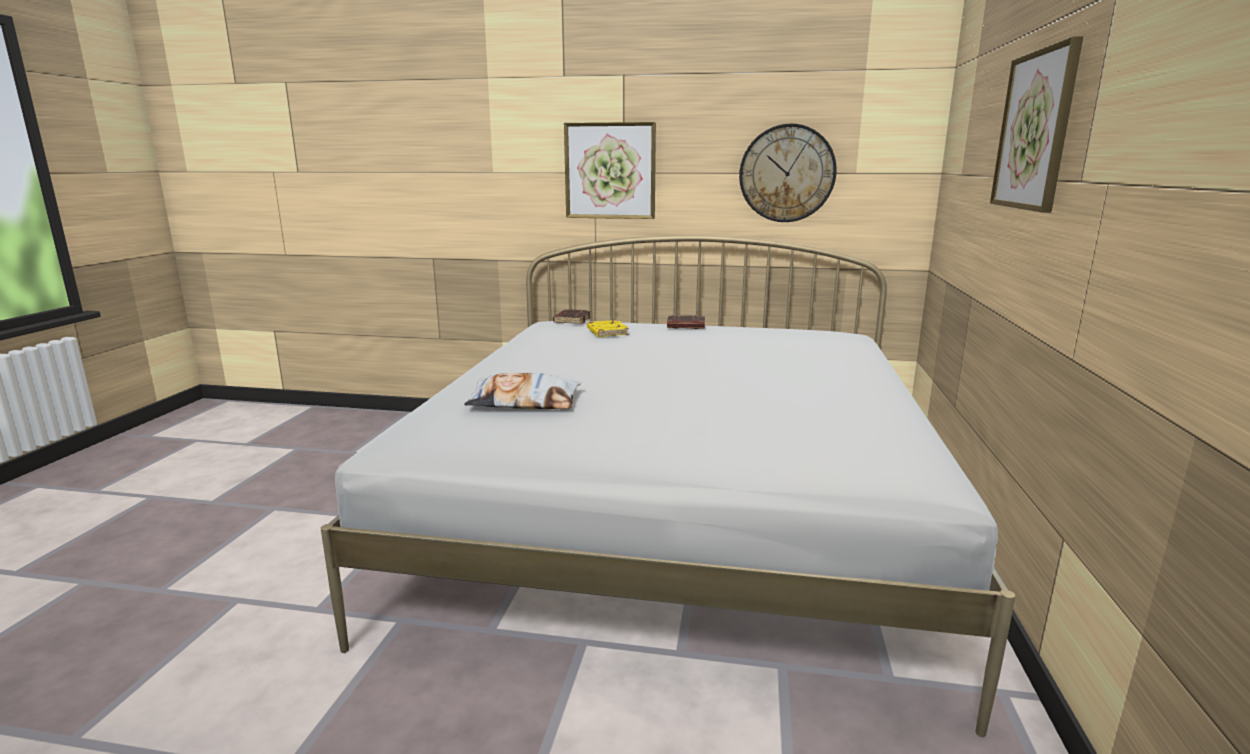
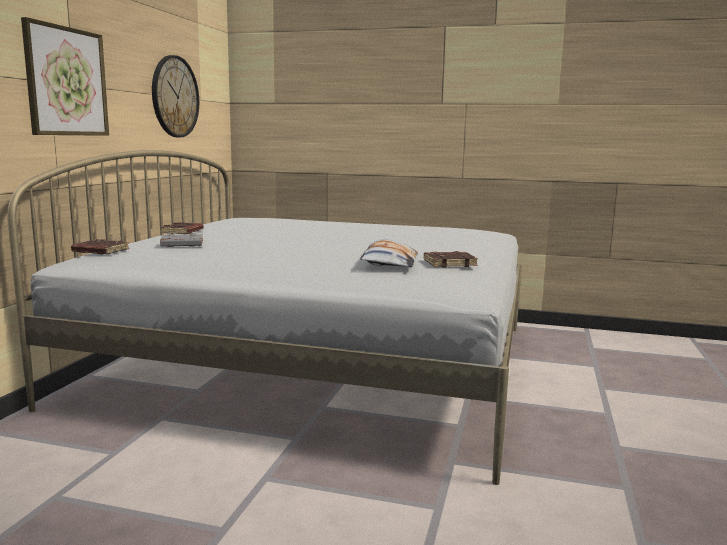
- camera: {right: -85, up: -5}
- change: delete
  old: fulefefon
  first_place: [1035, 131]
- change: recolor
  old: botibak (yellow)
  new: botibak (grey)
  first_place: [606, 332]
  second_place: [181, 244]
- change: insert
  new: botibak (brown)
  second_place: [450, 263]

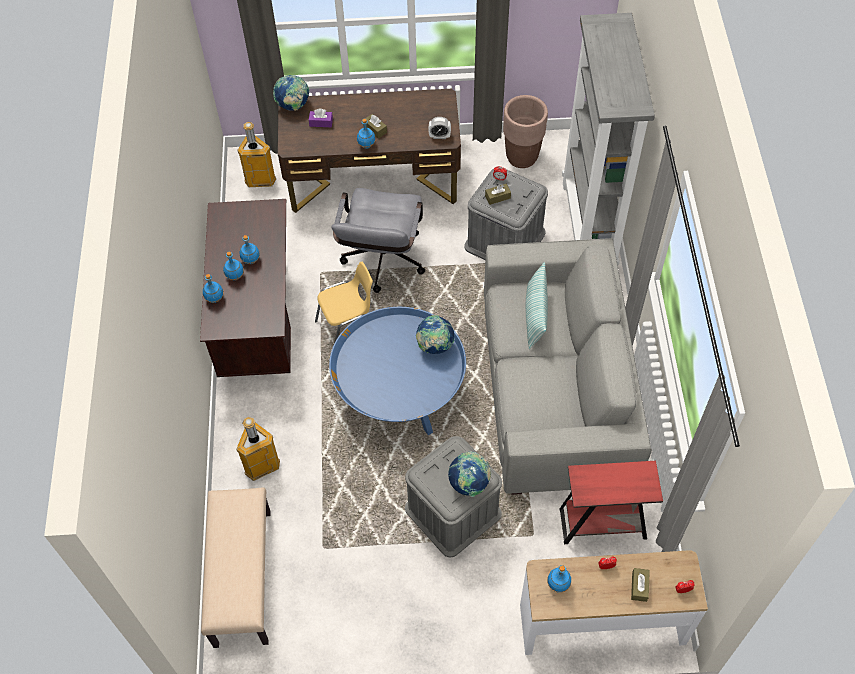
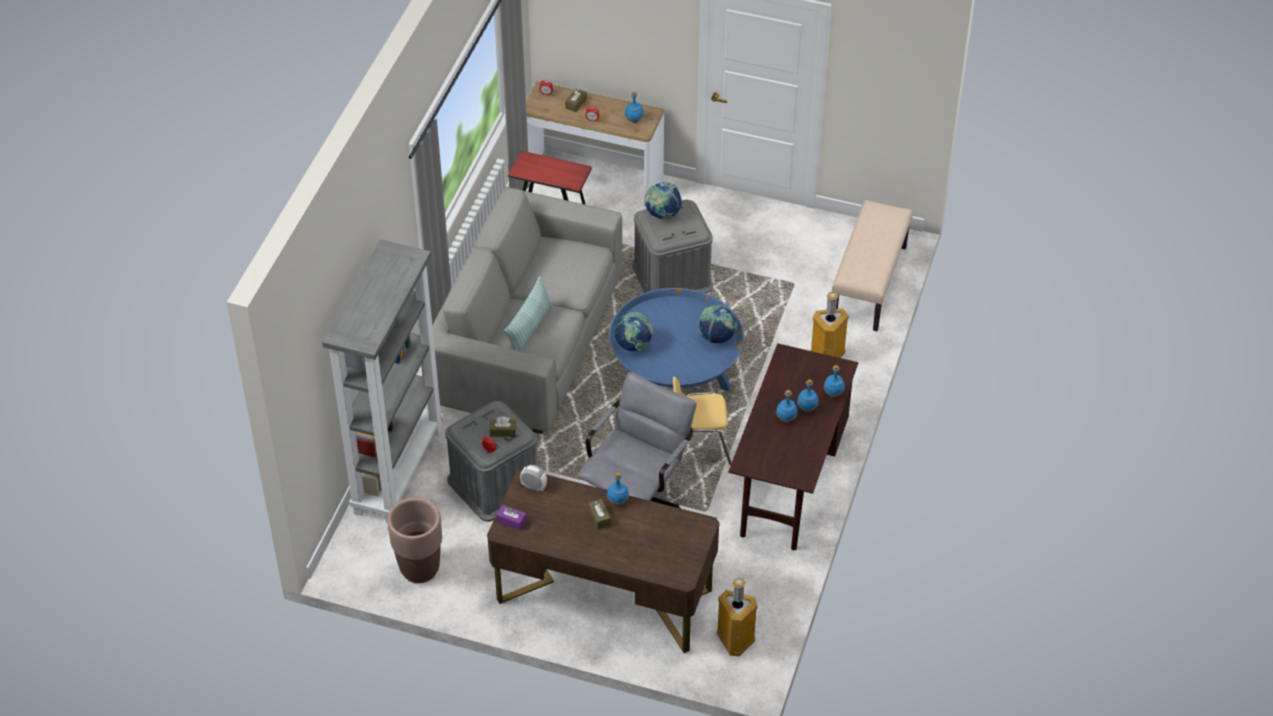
- camera: {right: -160, up: -10}
- change: move
  old: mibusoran
  first_place: [293, 106]
  second_place: [717, 338]
- change: move
  old: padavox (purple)
  first_place: [321, 122]
  second_place: [511, 521]

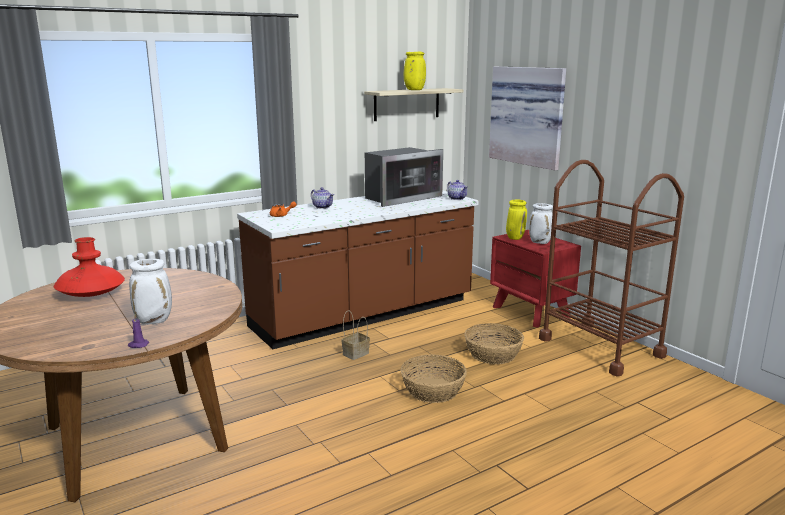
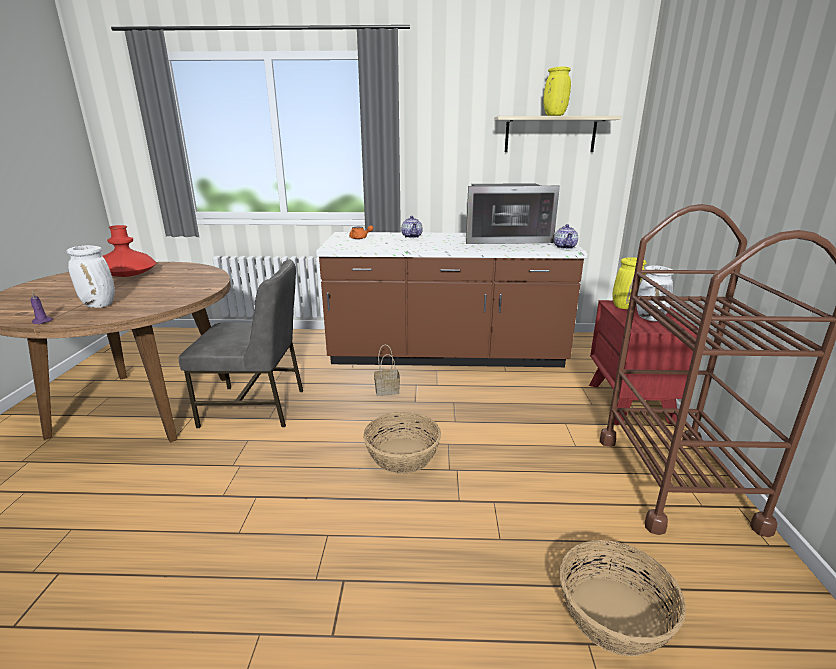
- camera: {right: 35, up: 5}
- change: delete
  old: fulefefon
  first_place: [528, 116]
- change: move
  old: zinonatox
  first_place: [493, 354]
  second_place: [613, 615]
- change: insert
  new: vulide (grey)
  second_place: [255, 407]

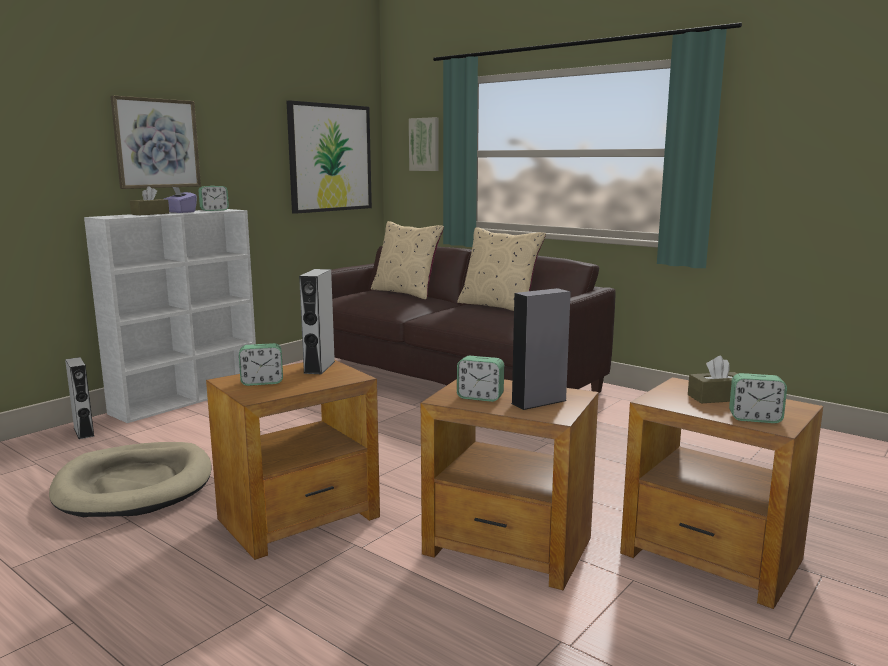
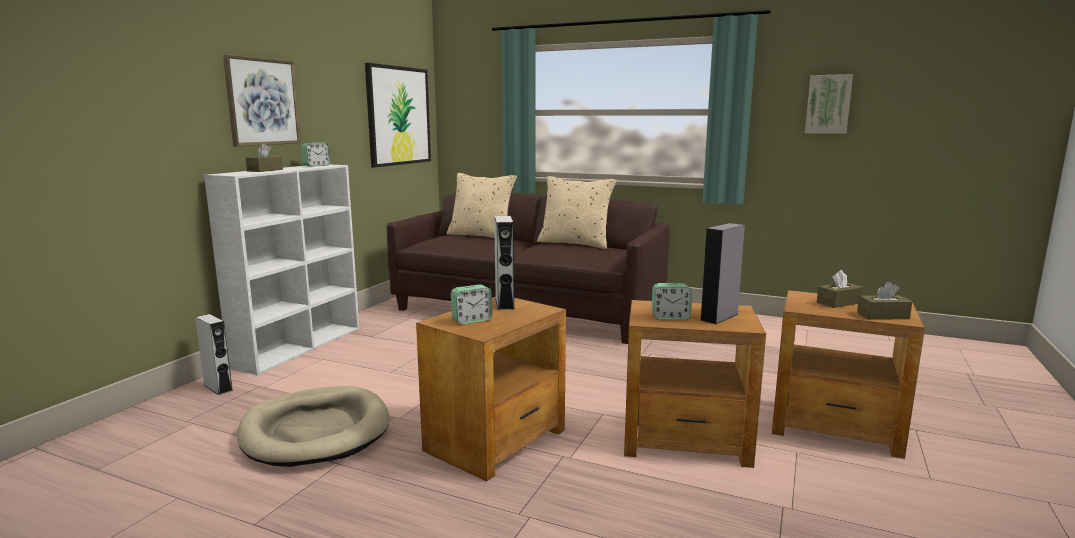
- camera: {right: -15, up: 0}
- change: move
  old: fulefefon
  first_place: [425, 144]
  second_place: [828, 104]
- change: delete
  old: padavox (purple)
  first_place: [180, 212]
- change: replace
  old: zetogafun
  new: padavox (brown)
  first_place: [755, 418]
  second_place: [882, 316]

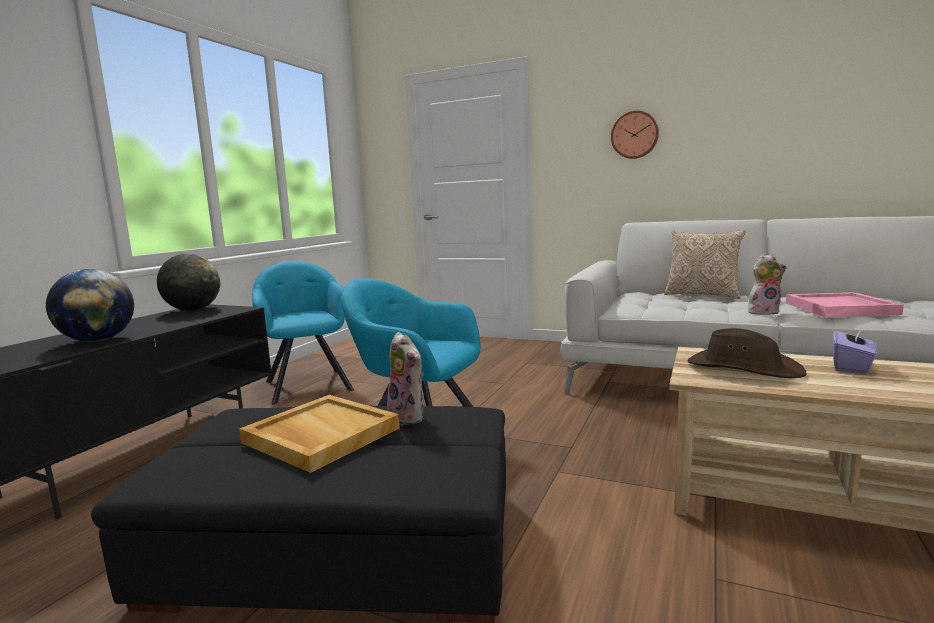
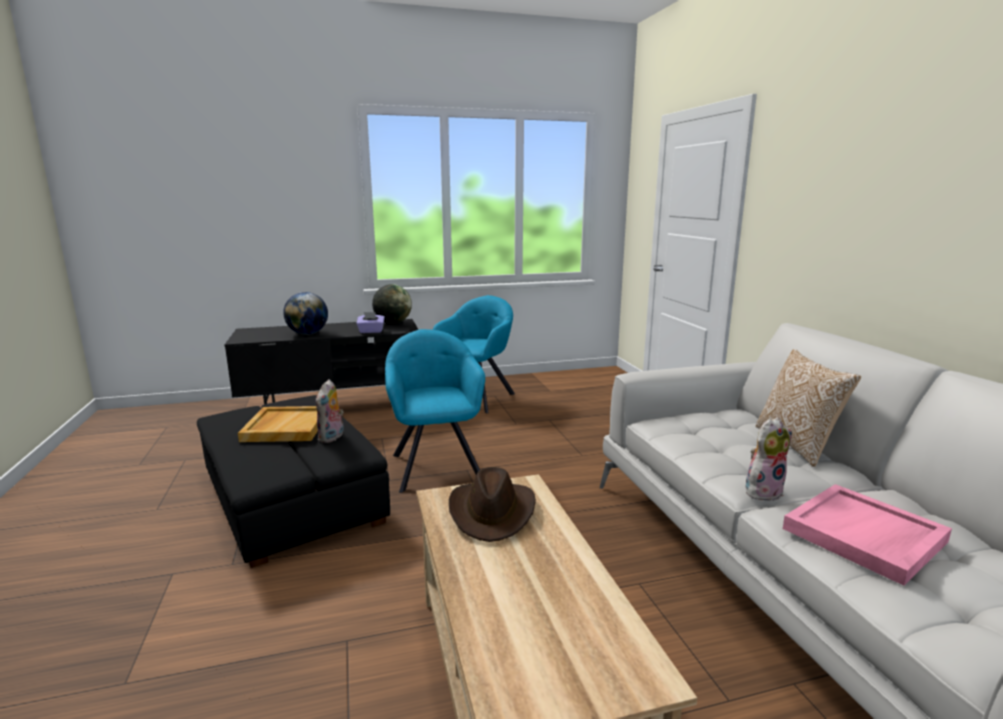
- camera: {right: 50, up: 5}
- change: delete
  old: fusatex
  first_place: [634, 135]
- change: rotate
  old: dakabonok
  first_place: [763, 312]
  second_place: [763, 491]
  degrees: -75
- change: move
  old: padavox (purple)
  first_place: [851, 366]
  second_place: [371, 331]

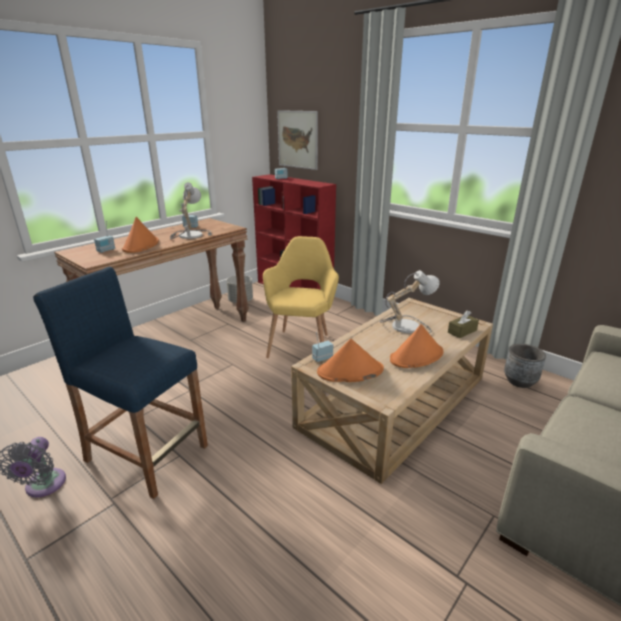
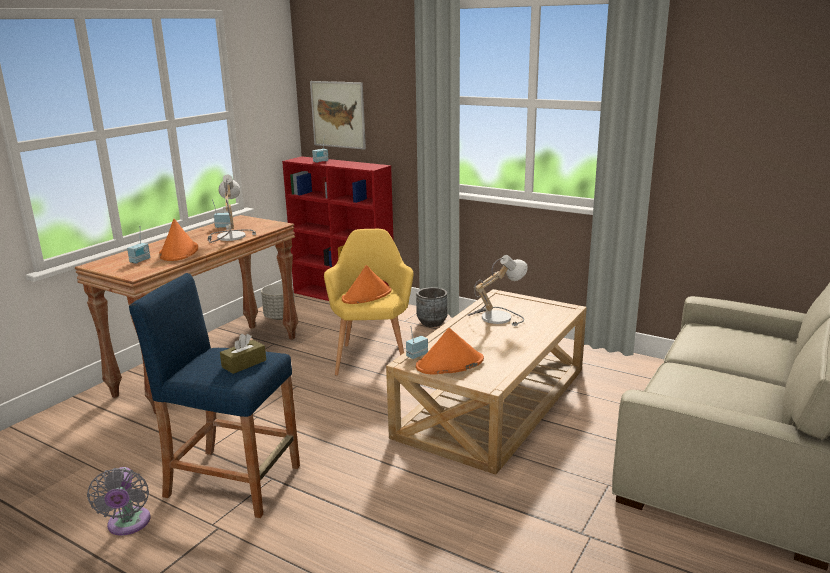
- camera: {right: -10, up: -5}
- change: move
  old: padavox (brown)
  first_place: [462, 331]
  second_place: [244, 364]
- change: move
  old: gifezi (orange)
  first_place: [416, 356]
  second_place: [367, 296]
- change: move
  old: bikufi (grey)
  first_place: [520, 381]
  second_place: [432, 322]

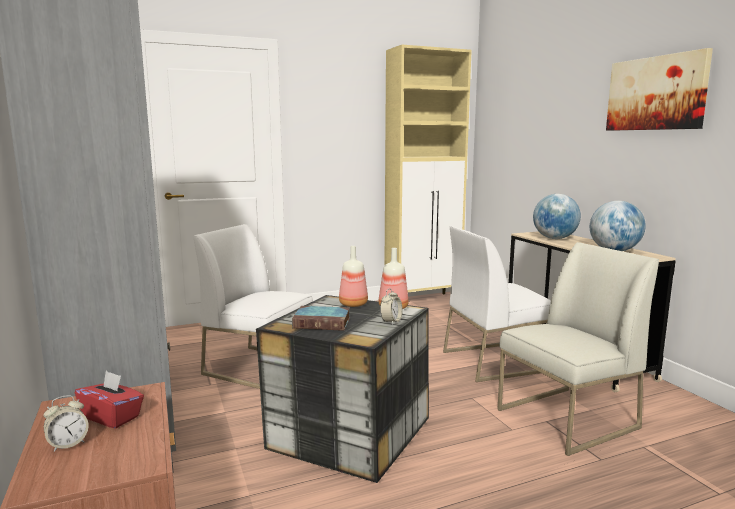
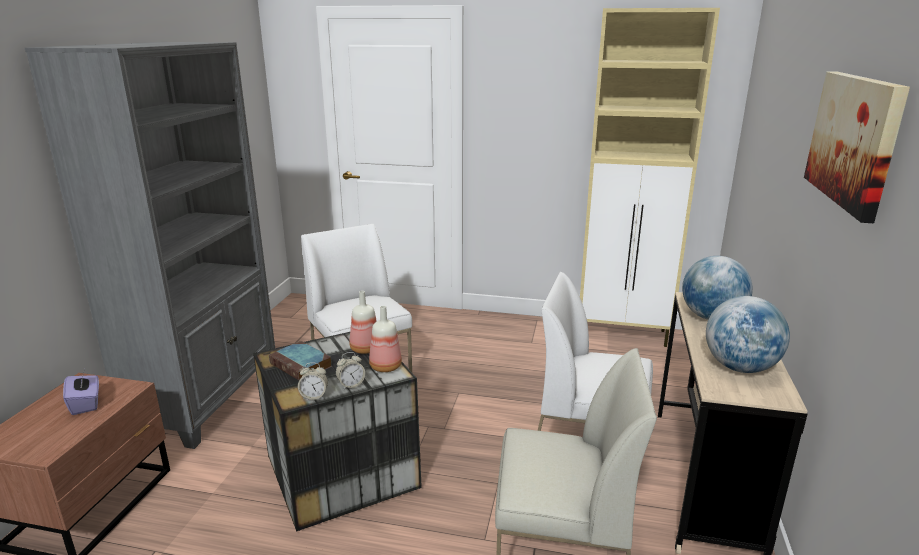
- camera: {right: 35, up: 10}
- change: recolor
  old: padavox (red)
  new: padavox (purple)
  first_place: [112, 417]
  second_place: [86, 404]
- change: move
  old: zetogafun
  first_place: [68, 444]
  second_place: [314, 396]

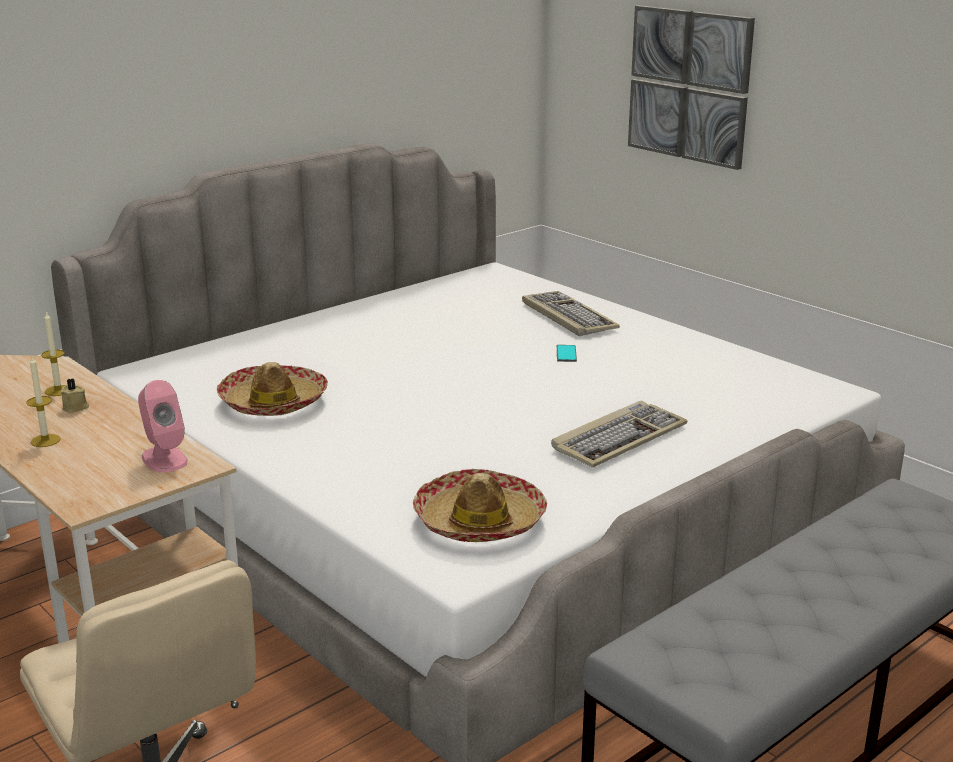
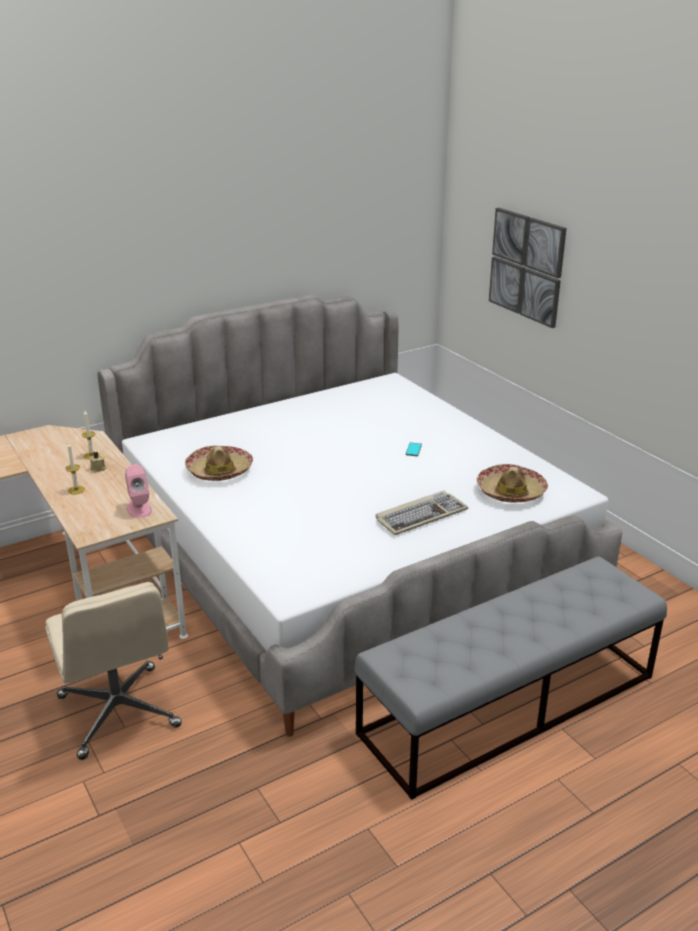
- camera: {right: 10, up: 5}
- change: delete
  old: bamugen
  first_place: [567, 316]
- change: move
  old: gifezi
  first_place: [480, 521]
  second_place: [511, 492]

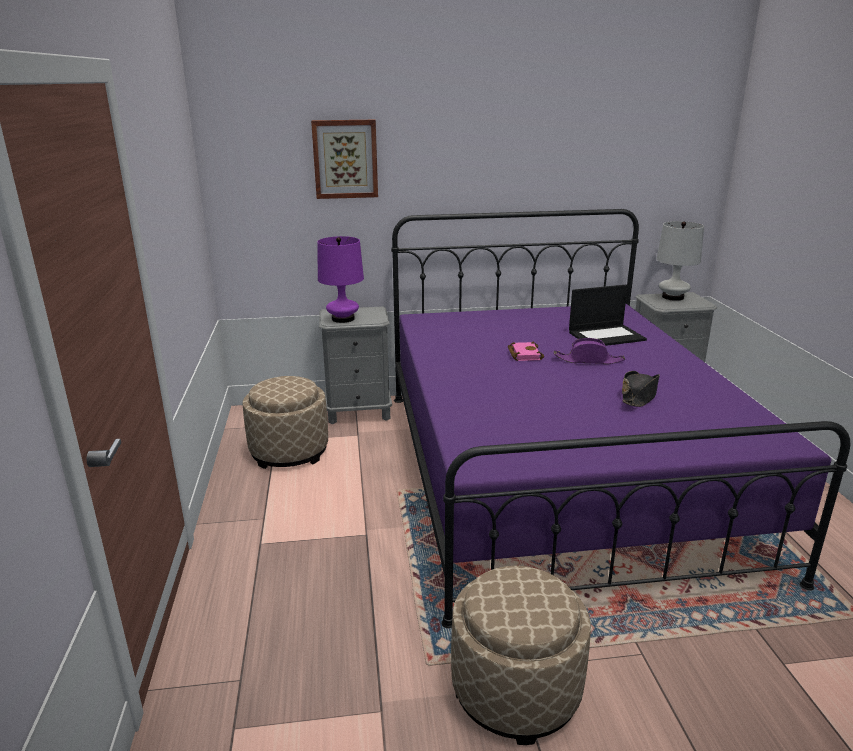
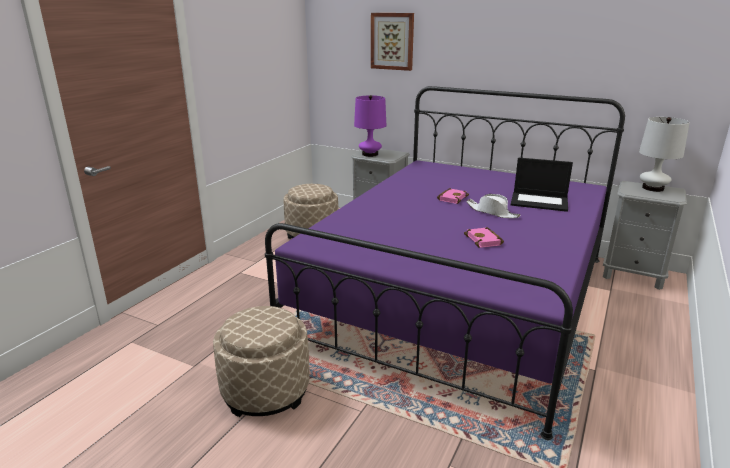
- camera: {right: 35, up: 0}
- change: recolor
  old: gifezi (purple)
  new: gifezi (white)
  first_place: [588, 360]
  second_place: [492, 212]
- change: replace
  old: gifezi (black)
  new: botibak (pink)
  first_place: [639, 396]
  second_place: [485, 240]

